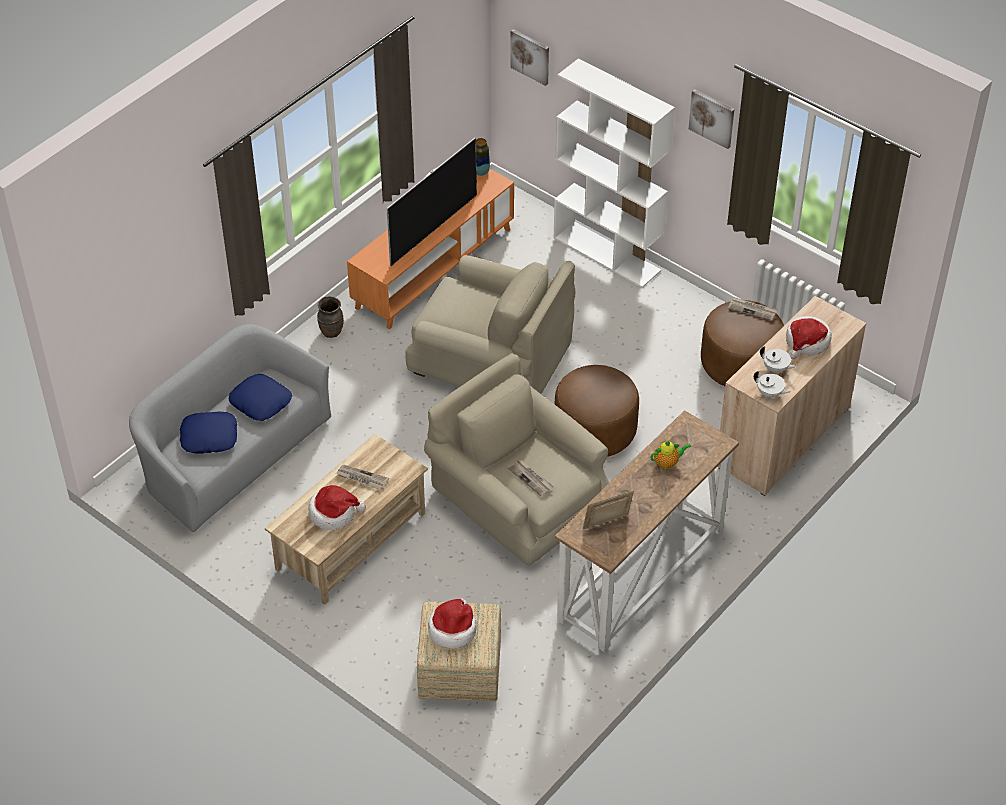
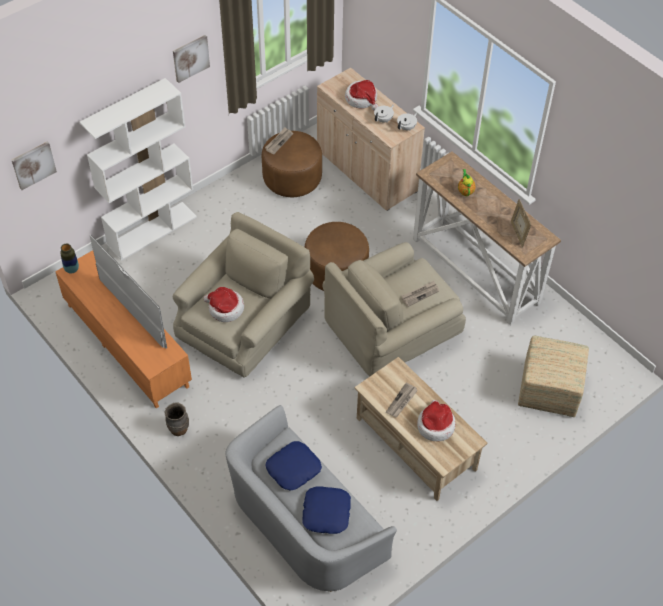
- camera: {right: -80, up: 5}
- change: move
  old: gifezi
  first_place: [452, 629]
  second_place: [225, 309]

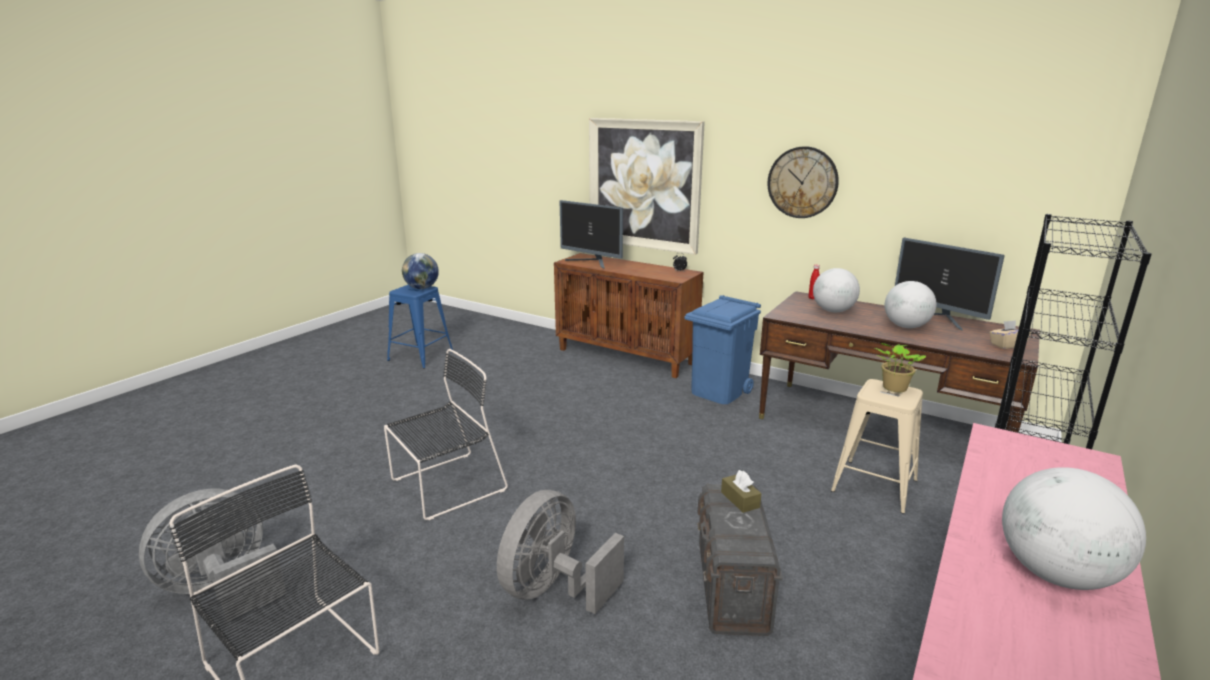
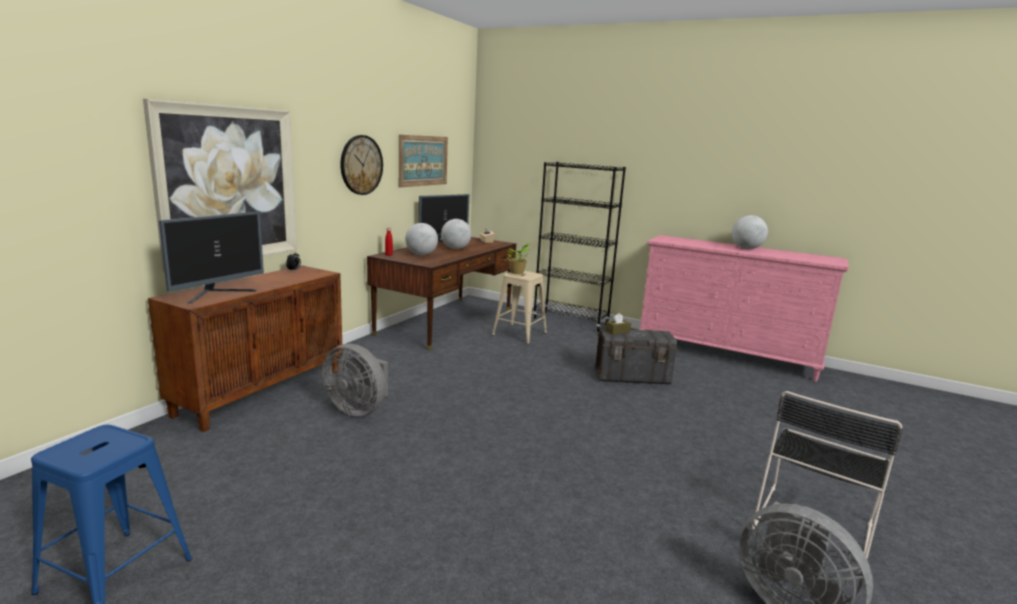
- camera: {right: -95, up: -5}
- change: delete
  old: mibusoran
  first_place: [422, 288]
- change: delete
  old: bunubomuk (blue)
  first_place: [719, 392]
- change: delete
  old: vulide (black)
  first_place: [445, 486]
- change: move
  old: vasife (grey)
  first_place: [554, 590]
  second_place: [358, 409]
- change: insert
  new: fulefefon
  second_place: [423, 160]

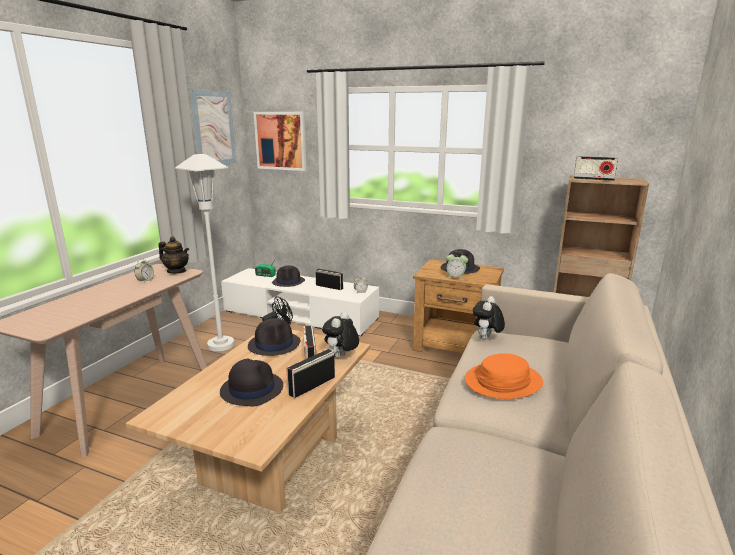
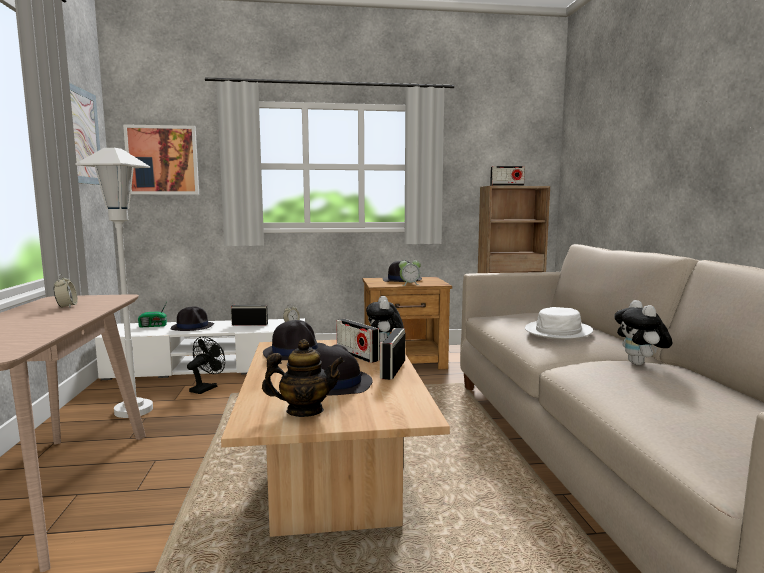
- camera: {right: -30, up: -10}
- change: move
  old: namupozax
  first_place: [176, 271]
  second_place: [304, 411]
- change: move
  old: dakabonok
  first_place: [486, 339]
  second_place: [640, 364]
- change: recolor
  old: gifezi (orange)
  new: gifezi (white)
  first_place: [503, 382]
  second_place: [558, 331]

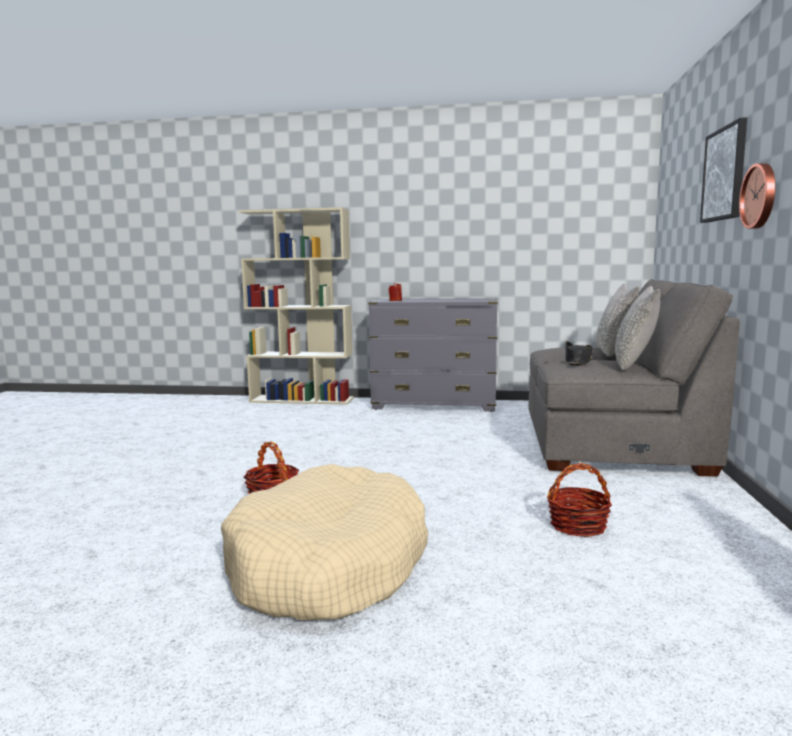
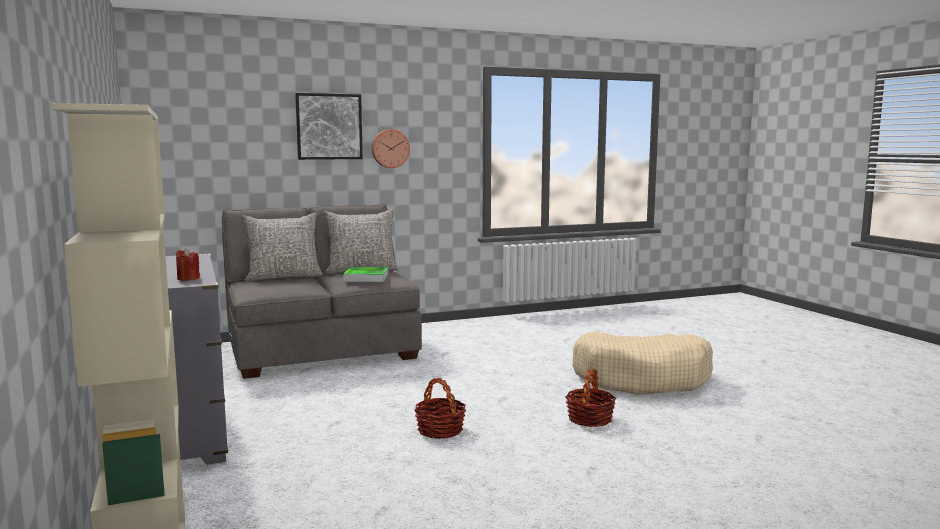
- camera: {right: -120, up: 0}
- change: replace
  old: gifezi (black)
  new: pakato
  first_place: [578, 362]
  second_place: [366, 278]
- change: move
  old: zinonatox
  first_place: [578, 526]
  second_place: [440, 430]

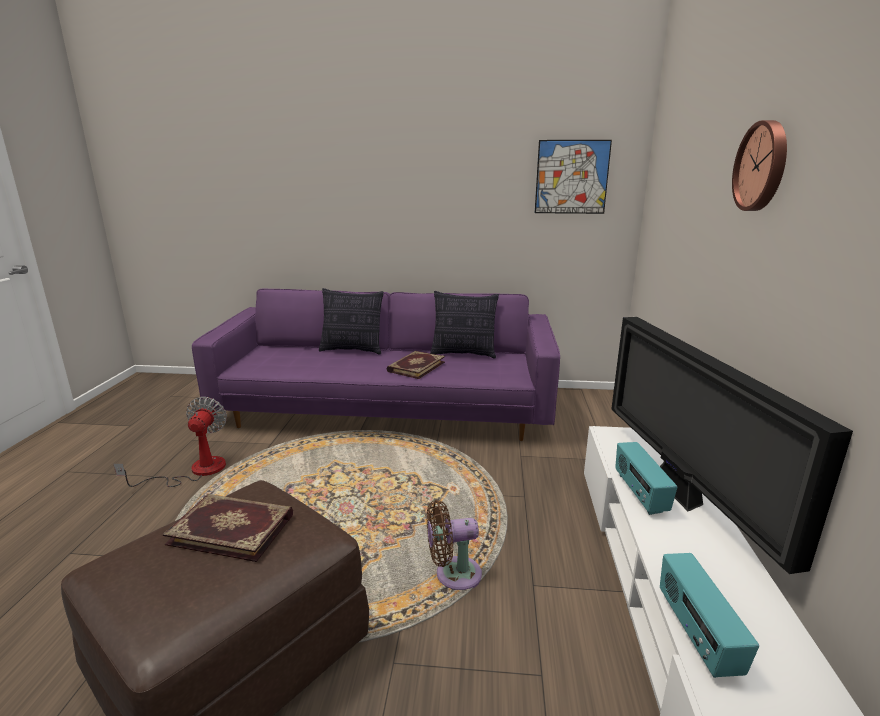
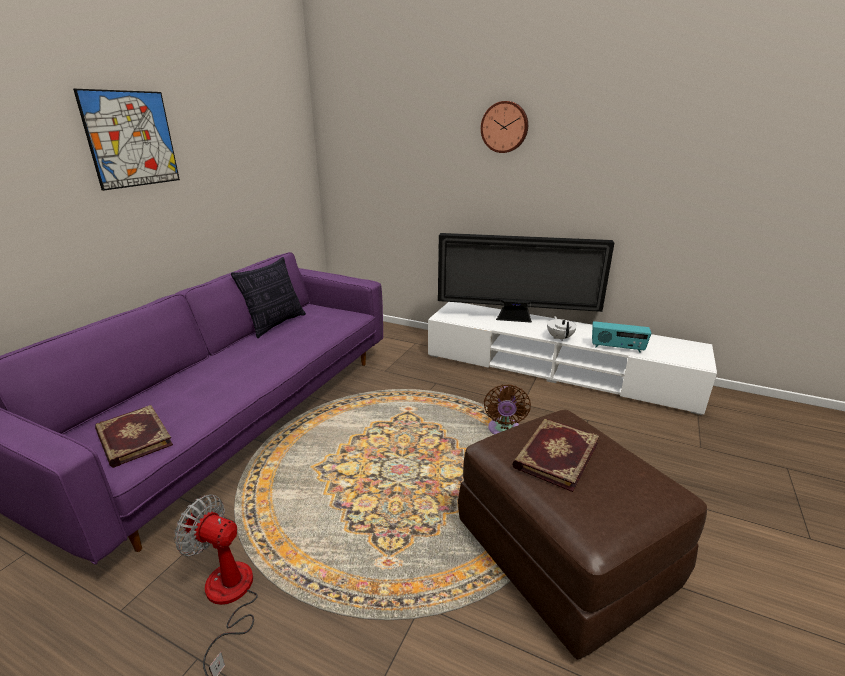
- camera: {right: -70, up: 5}
- change: move
  old: fulefefon
  first_place: [571, 177]
  second_place: [131, 139]
- change: delete
  old: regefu
  first_place: [352, 350]
- change: move
  old: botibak
  first_place: [415, 366]
  second_place: [132, 438]
- change: delete
  old: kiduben
  first_place: [639, 493]
- change: insert
  new: namupozax (white)
  second_place: [560, 338]

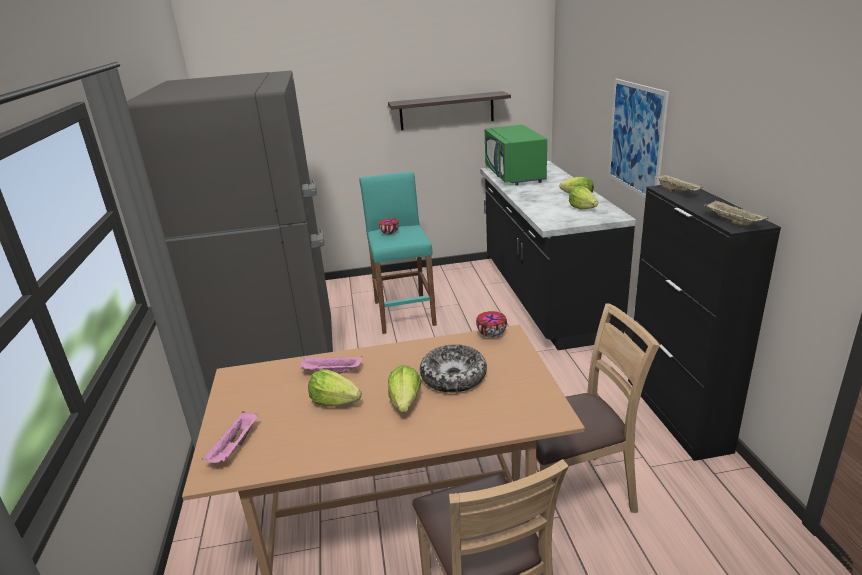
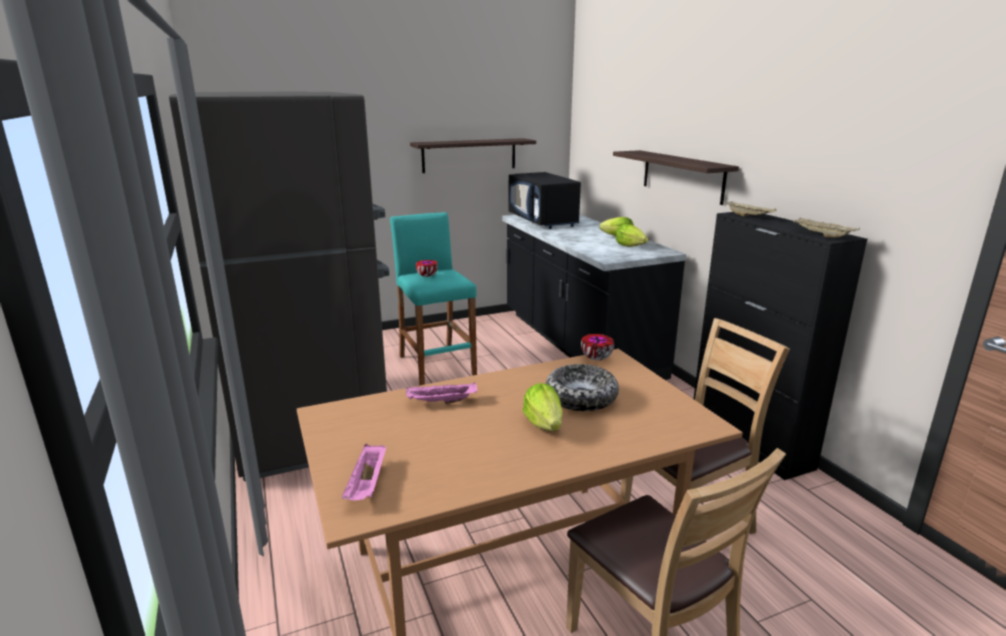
- camera: {right: -15, up: -5}
- change: replace
  old: fulefefon
  new: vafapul
  first_place: [636, 138]
  second_place: [682, 176]
- change: recolor
  old: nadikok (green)
  new: nadikok (black)
  first_place: [515, 175]
  second_place: [543, 221]
- change: delete
  old: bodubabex
  first_place: [335, 402]

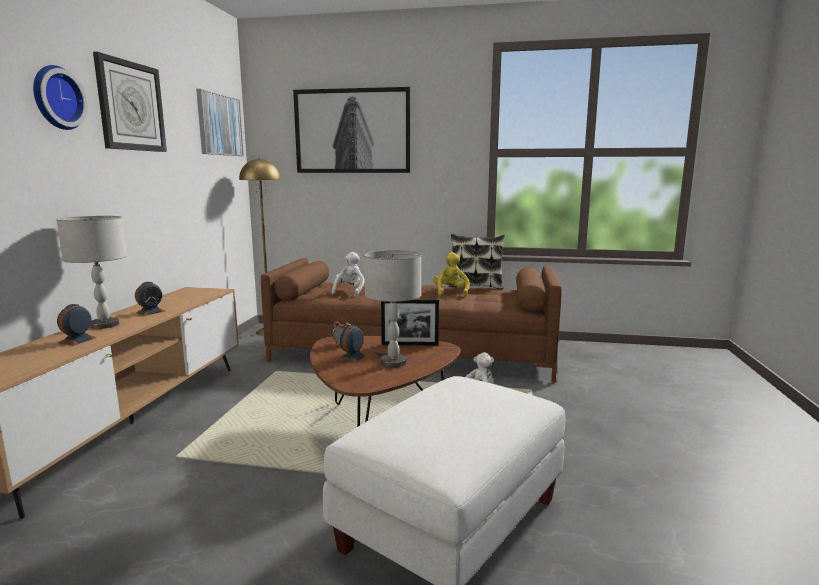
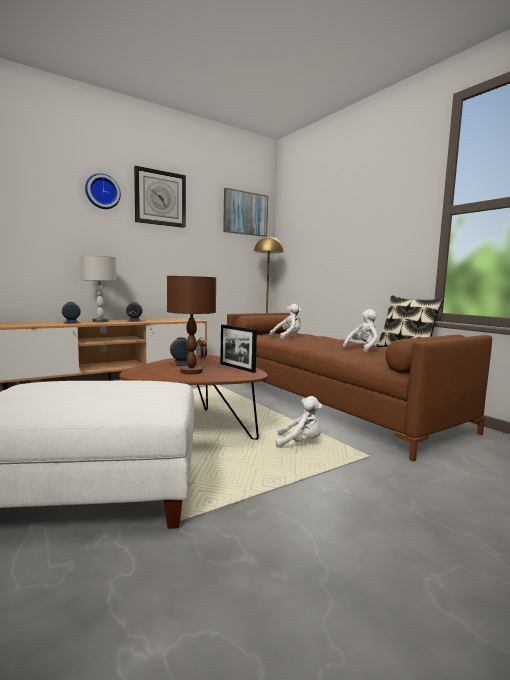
- camera: {right: 45, up: -5}
- change: delete
  old: fulefefon
  first_place: [352, 131]
- change: recolor
  old: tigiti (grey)
  new: tigiti (brown)
  first_place: [393, 362]
  second_place: [191, 371]
- change: recolor
  old: dakabonok (yellow)
  new: dakabonok (white)
  first_place: [451, 292]
  second_place: [363, 348]

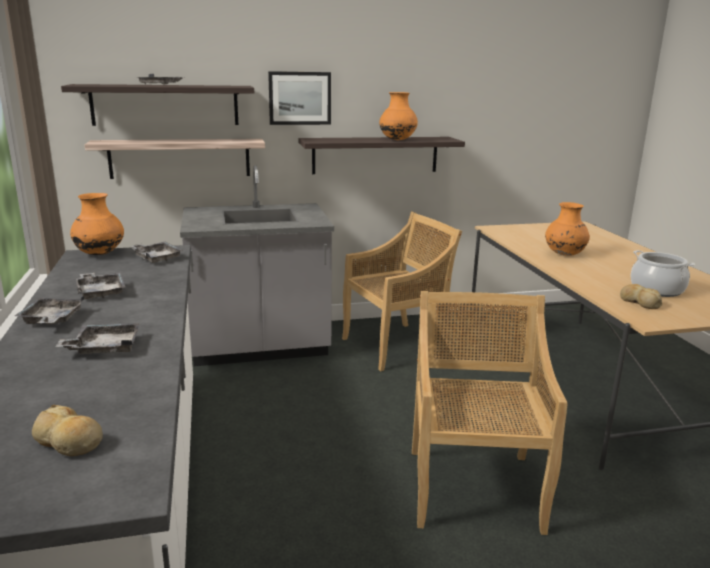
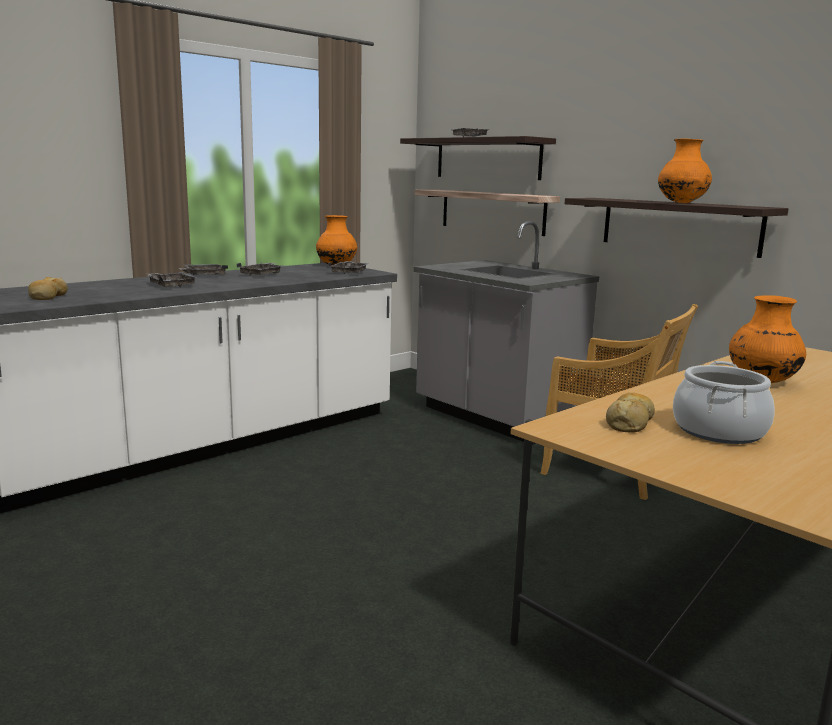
- camera: {right: 60, up: -5}
- change: delete
  old: fulefefon
  first_place: [299, 98]
- change: delete
  old: vulide (beige)
  first_place: [473, 487]

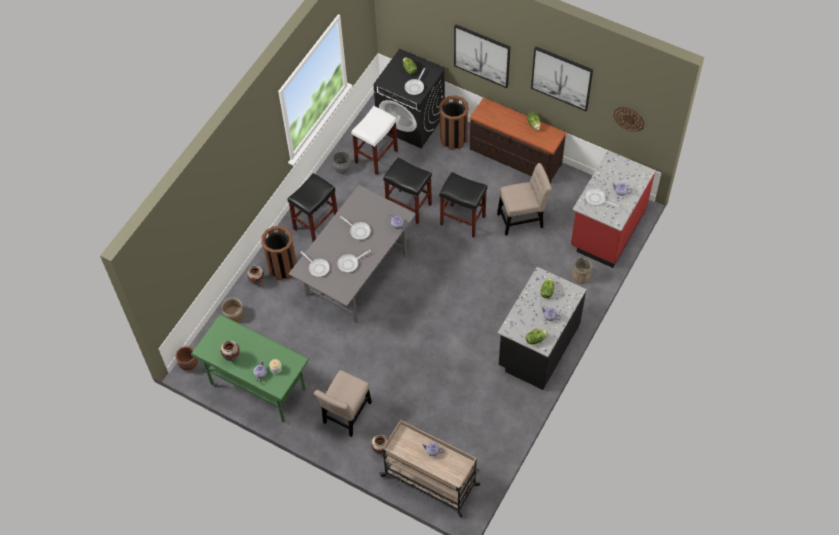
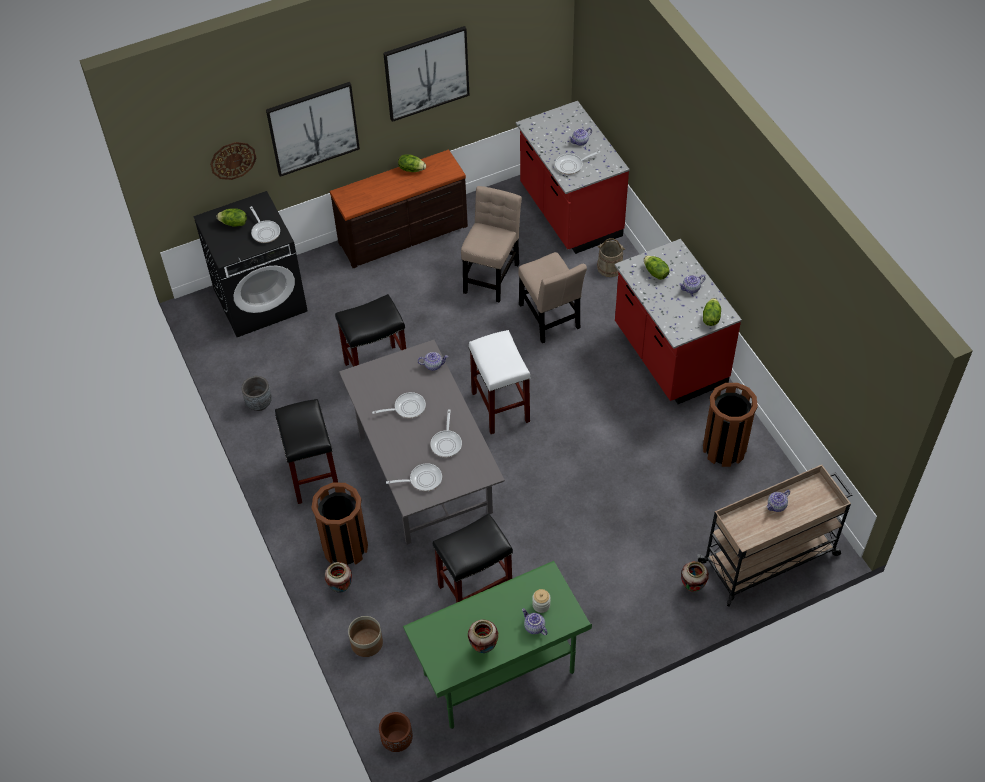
- camera: {right: -55, up: -5}
- change: move
  old: bunubomuk (brown)
  first_place: [453, 139]
  second_place: [724, 448]
- change: move
  old: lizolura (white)
  first_place: [376, 157]
  second_place: [501, 407]
- change: move
  old: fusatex
  first_place: [629, 118]
  second_place: [233, 160]
- change: move
  old: lizolura (black)
  first_place: [462, 220]
  second_place: [474, 590]
- change: recolor
  old: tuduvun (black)
  new: tuduvun (red)
  first_place: [538, 346]
  second_place: [668, 356]
- change: move
  old: vulide (beige)
  first_place: [346, 415]
  second_place: [550, 319]

